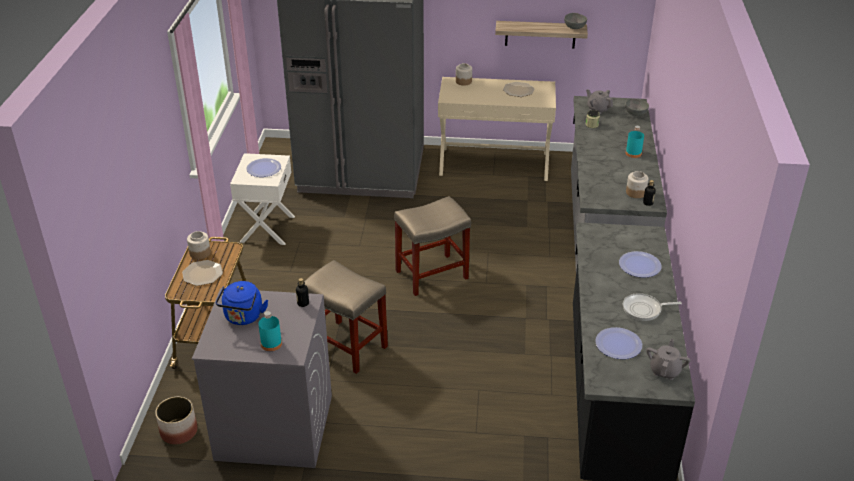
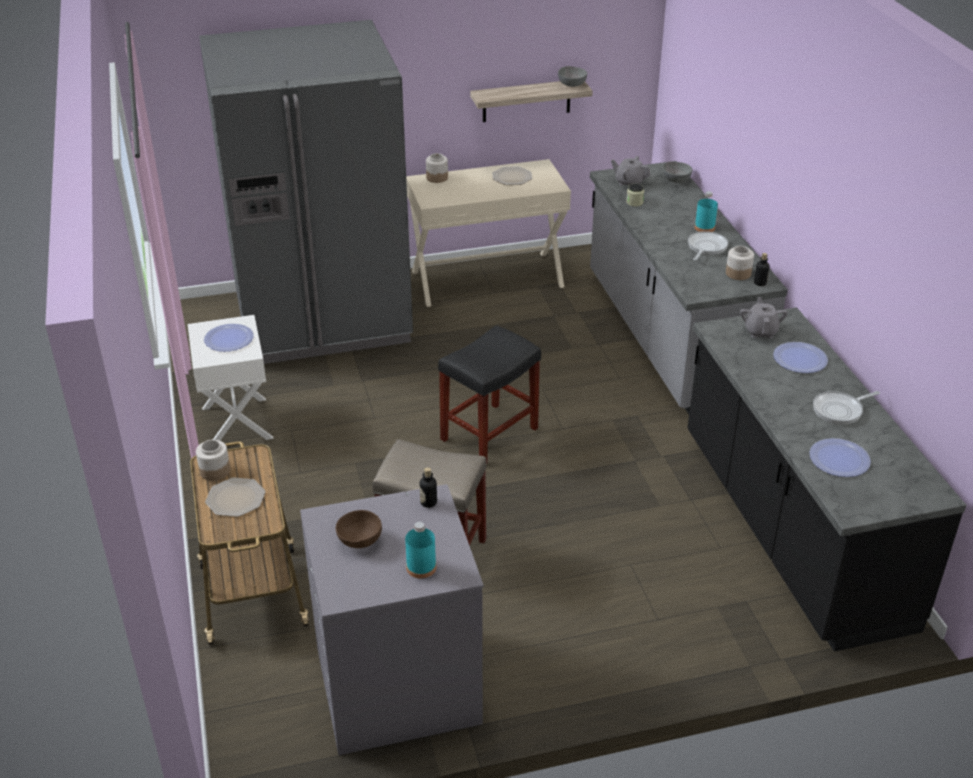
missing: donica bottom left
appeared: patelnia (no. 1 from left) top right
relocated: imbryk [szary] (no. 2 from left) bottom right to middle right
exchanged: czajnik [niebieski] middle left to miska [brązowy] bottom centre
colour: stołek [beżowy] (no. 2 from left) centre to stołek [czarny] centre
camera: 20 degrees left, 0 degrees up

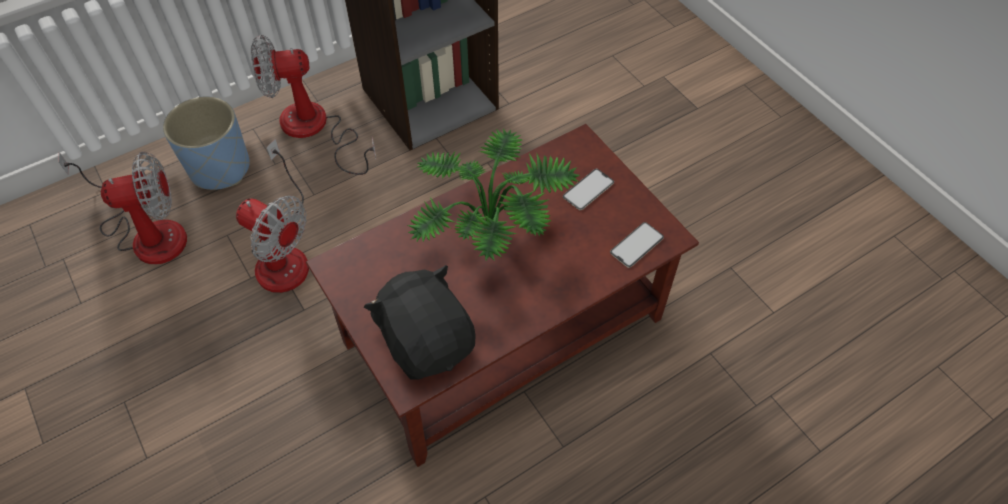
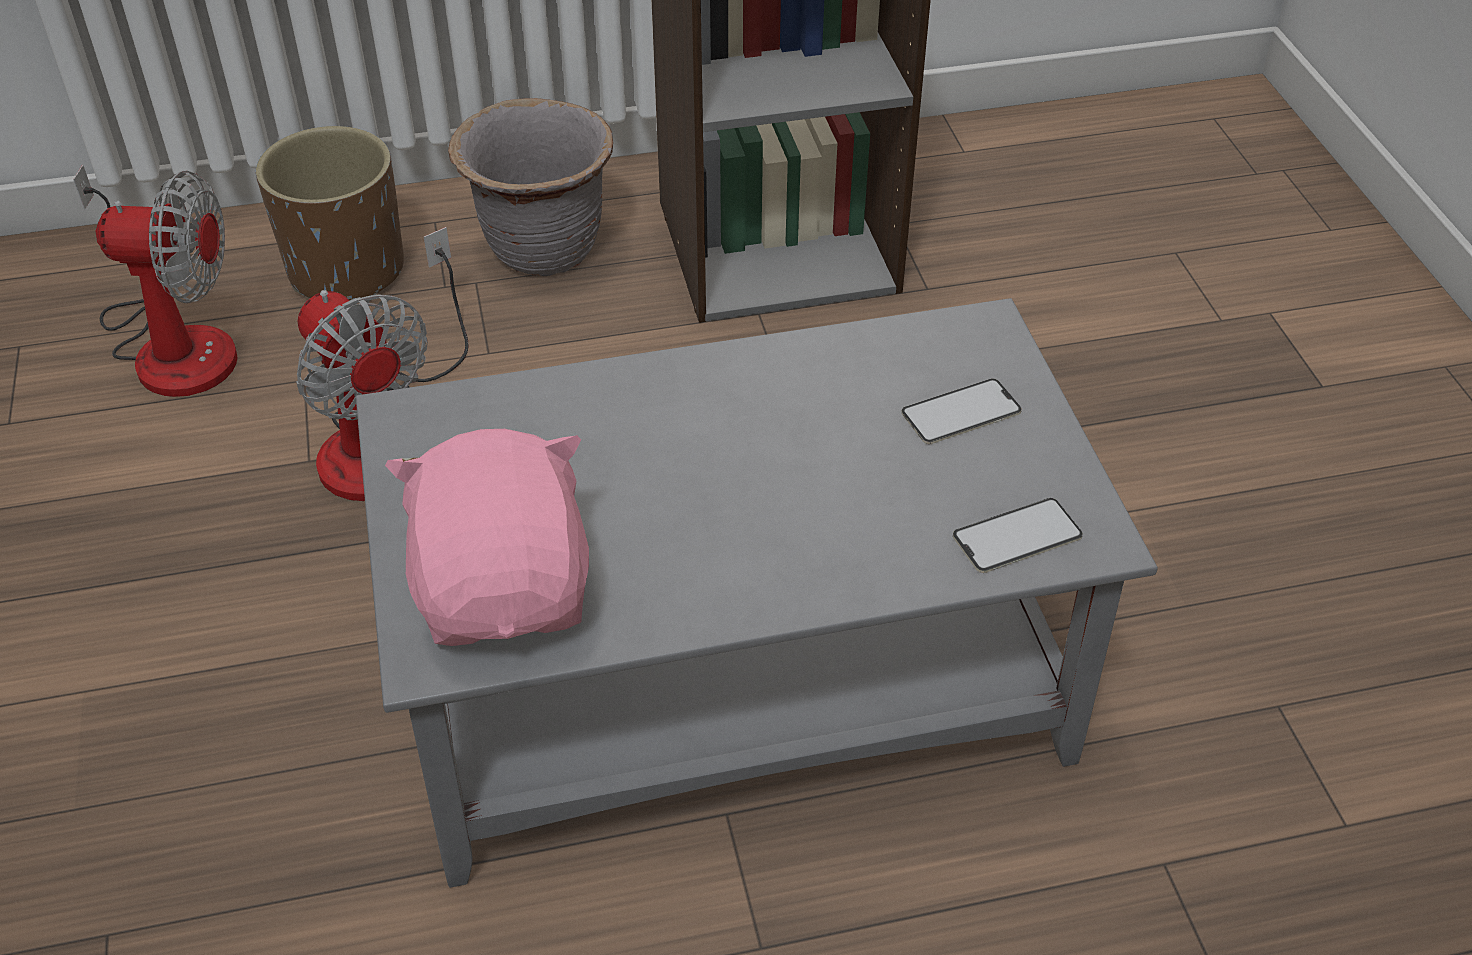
missing: roślina doniczkowa centre
exchanged: wentylator (no. 3 from left) top left to donica [szary] top centre
colour: donica [niebieski] top left to donica [brązowy] top left; ława [brązowy] centre to ława [szary] centre; pluszak [czarny] centre to pluszak [różowy] middle left
camera: 20 degrees right, 10 degrees down

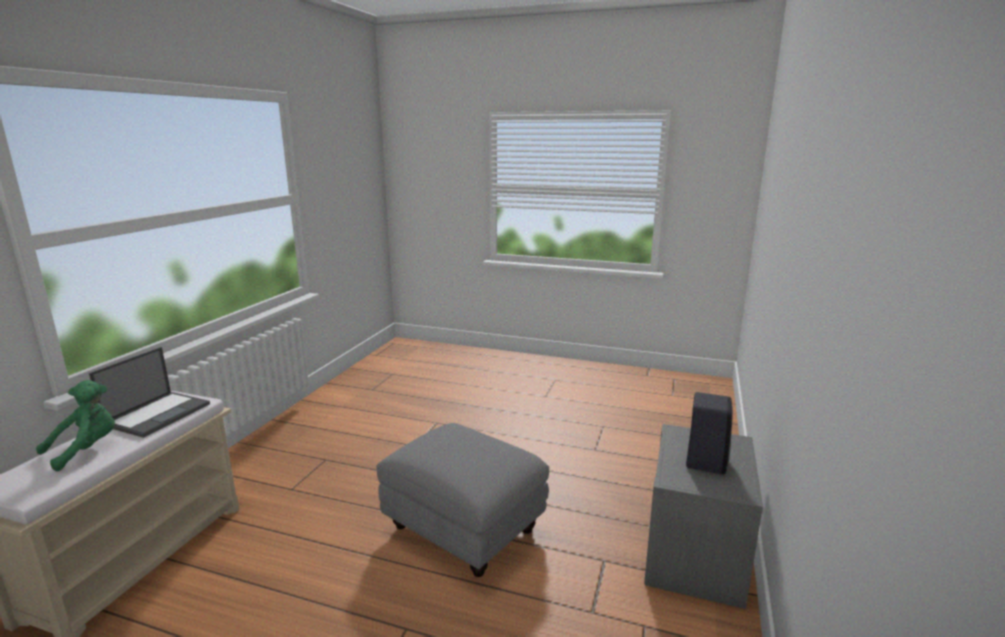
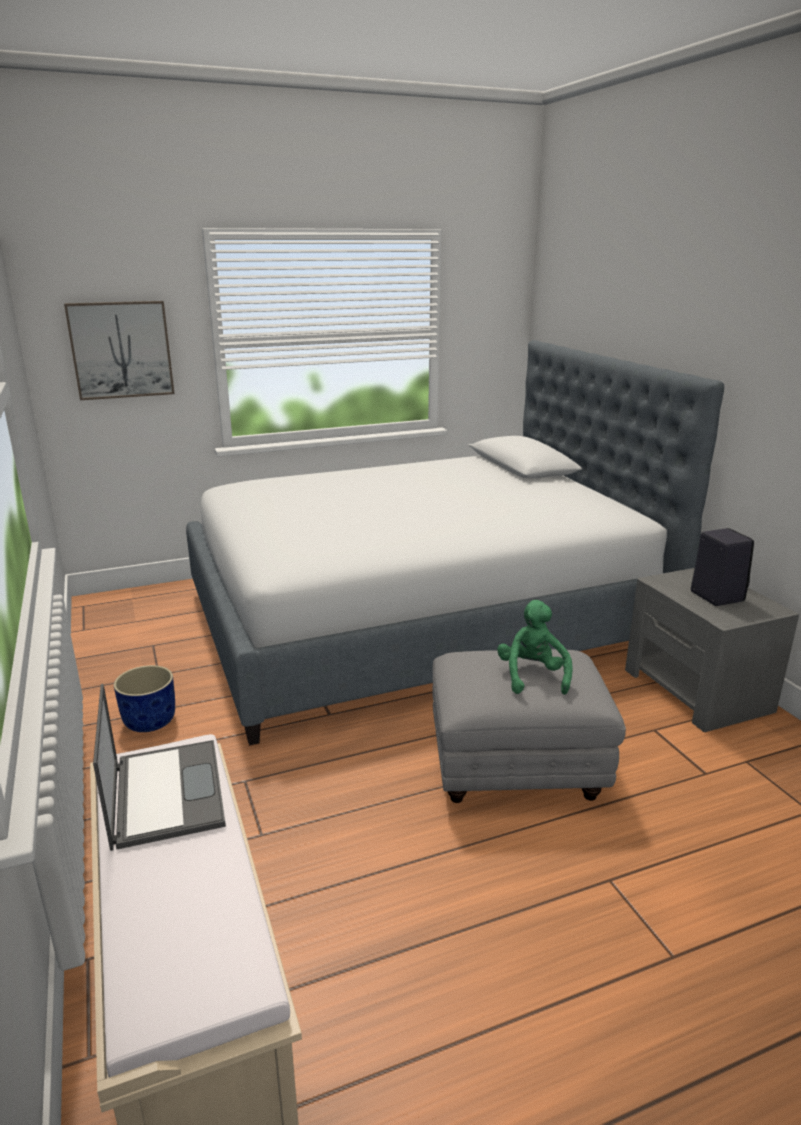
appeared: obraz top left; donica [niebieski] middle left; łóżko centre
relocated: pluszak [zielony] bottom left to middle right
camera: 40 degrees left, 5 degrees up

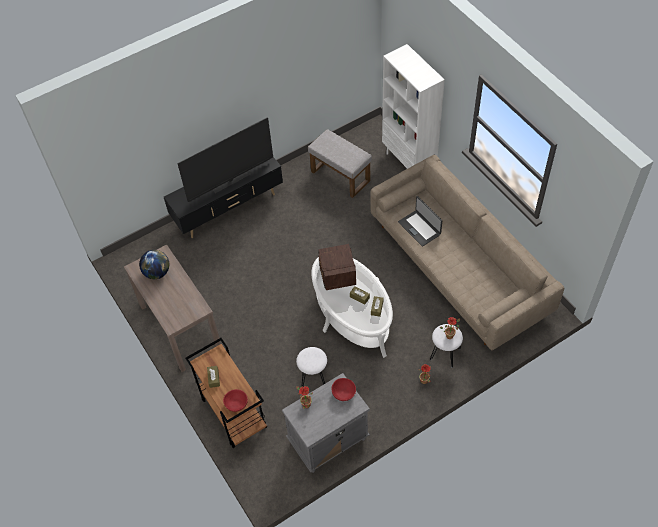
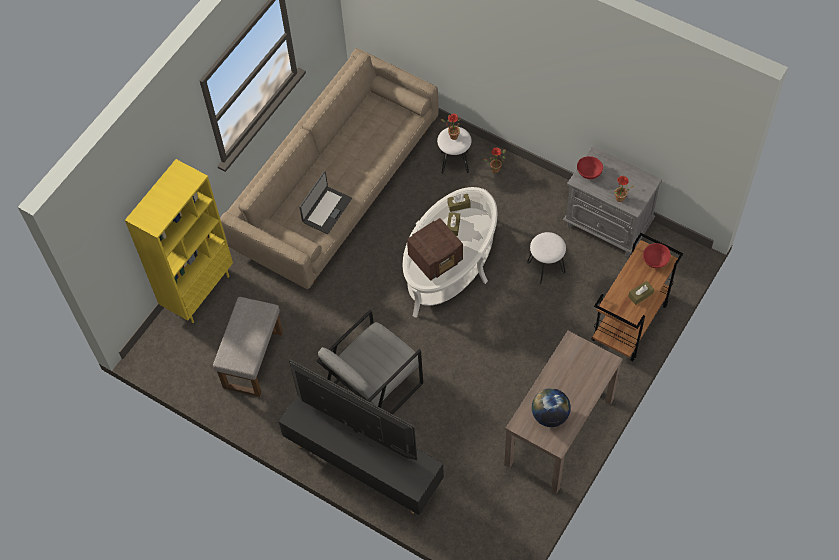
appeared: fotel [szary] centre
colour: regał [biały] top centre to regał [żółty] middle left
camera: 115 degrees left, 5 degrees up

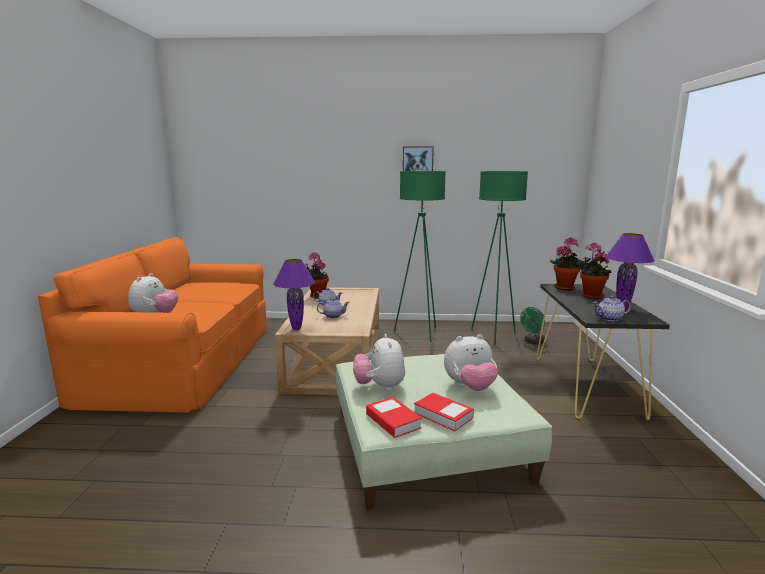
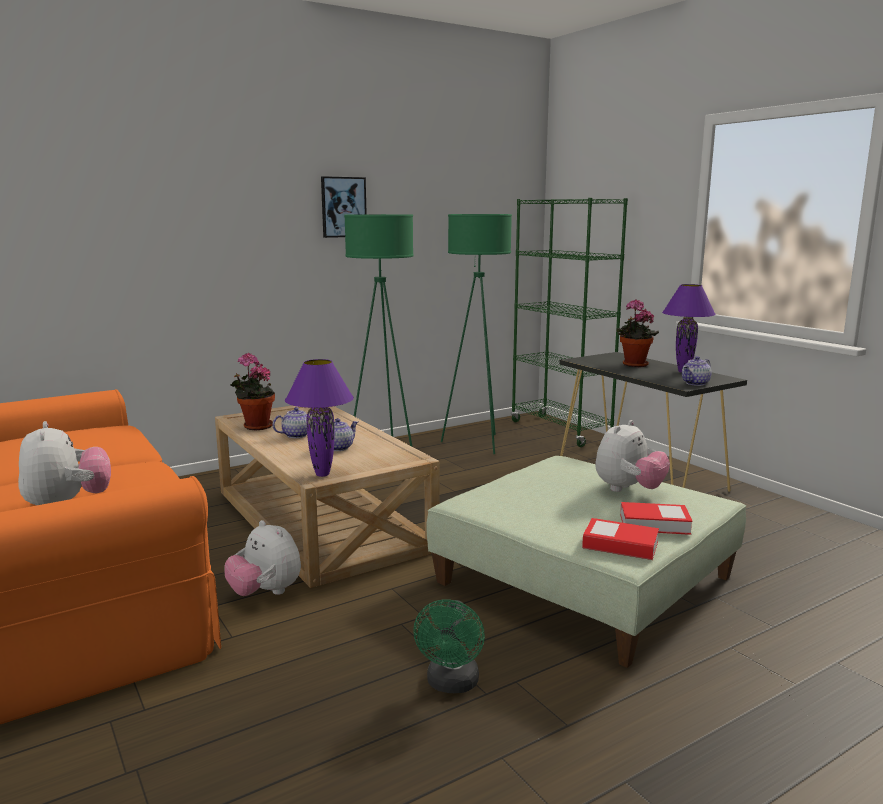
missing: roślina doniczkowa (no. 2 from left) middle right
appeared: regał [zielony] centre
relocated: pluszak (no. 2 from left) centre to bottom left; wentylator [zielony] middle right to bottom centre
camera: 35 degrees left, 0 degrees up

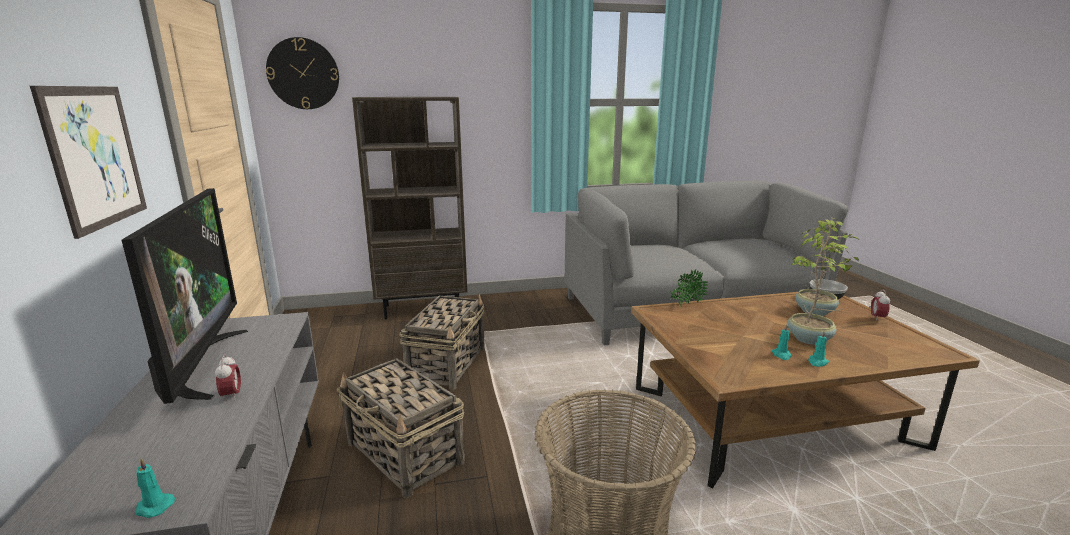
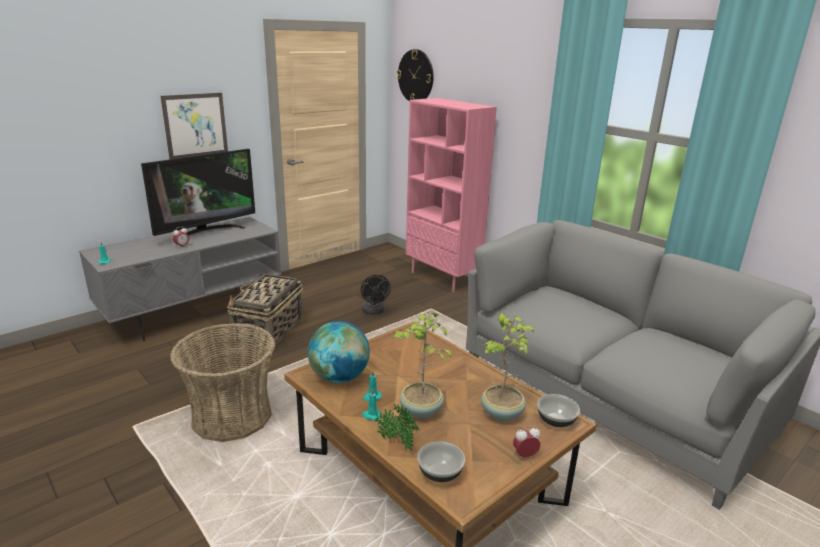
appeared: globus centre; miska (no. 1 from left) bottom centre
relocated: roślina doniczkowa (no. 1 from left) centre to bottom centre
exchanged: koszyk (no. 2 from left) centre to wentylator [czarny] centre
colour: regał [brązowy] centre to regał [różowy] centre
camera: 60 degrees right, 5 degrees up

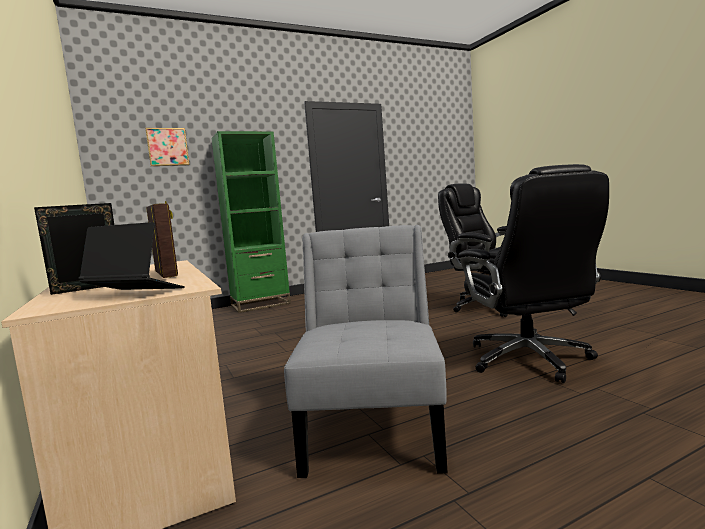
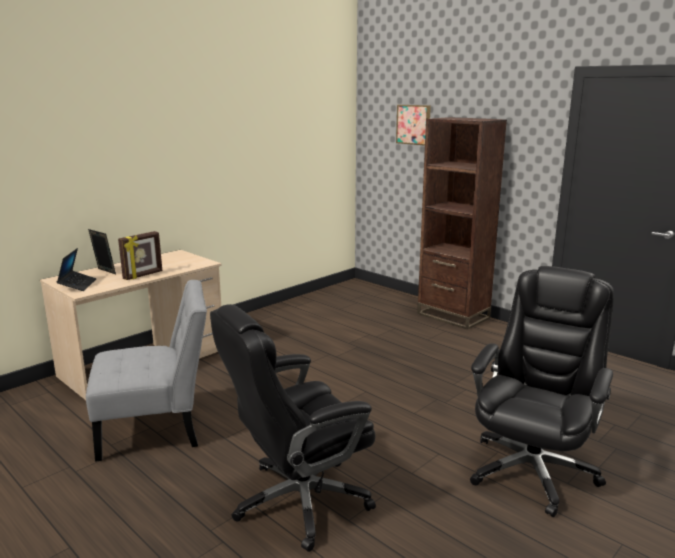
colour: regał [zielony] centre to regał [brązowy] middle right
camera: 70 degrees right, 10 degrees up

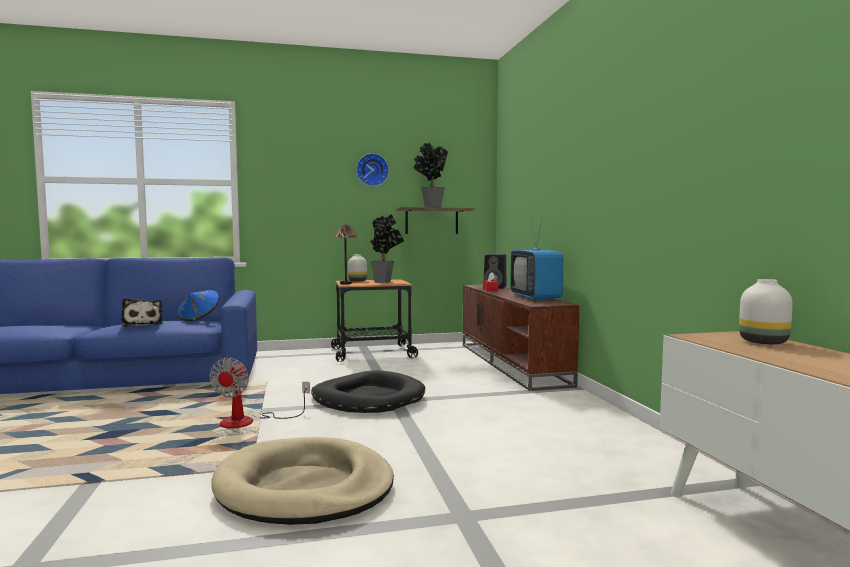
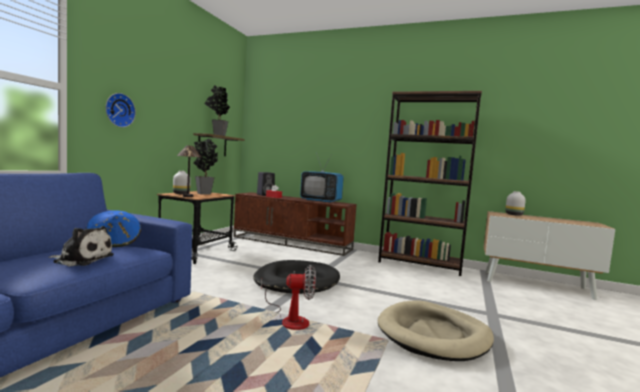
appeared: regał [brązowy] middle right
relocated: zegar ścienny top centre to top left
spun: wentylator bottom left = bottom centre 45 degrees counterclockwise
camera: 55 degrees left, 0 degrees up

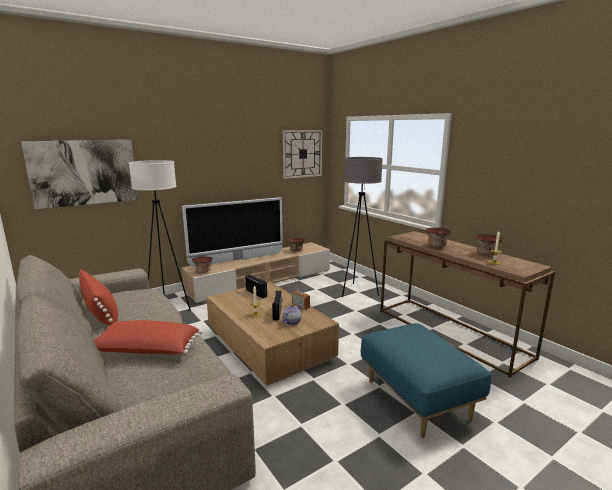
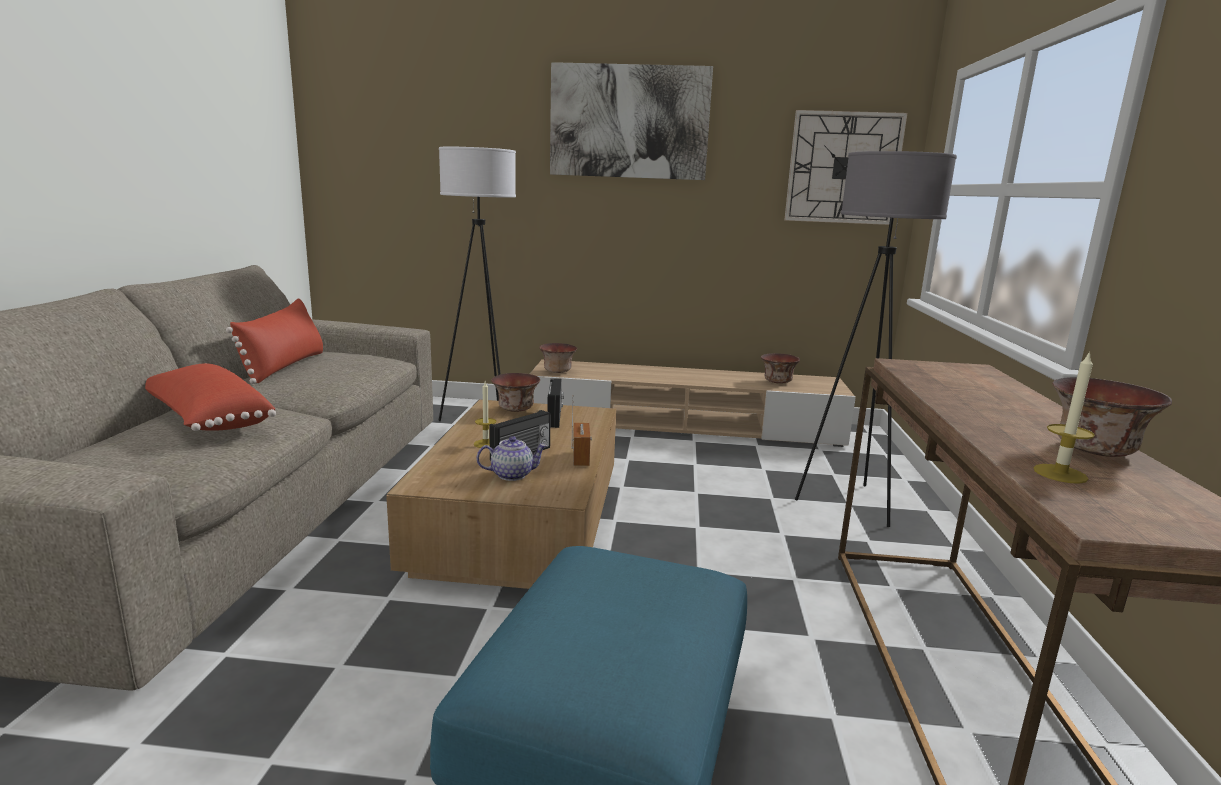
missing: telewizor centre
relocated: obraz middle left to top centre; miska (no. 3 from left in the first image) middle right to miska (no. 1 from left) centre
camera: 40 degrees right, 0 degrees up

